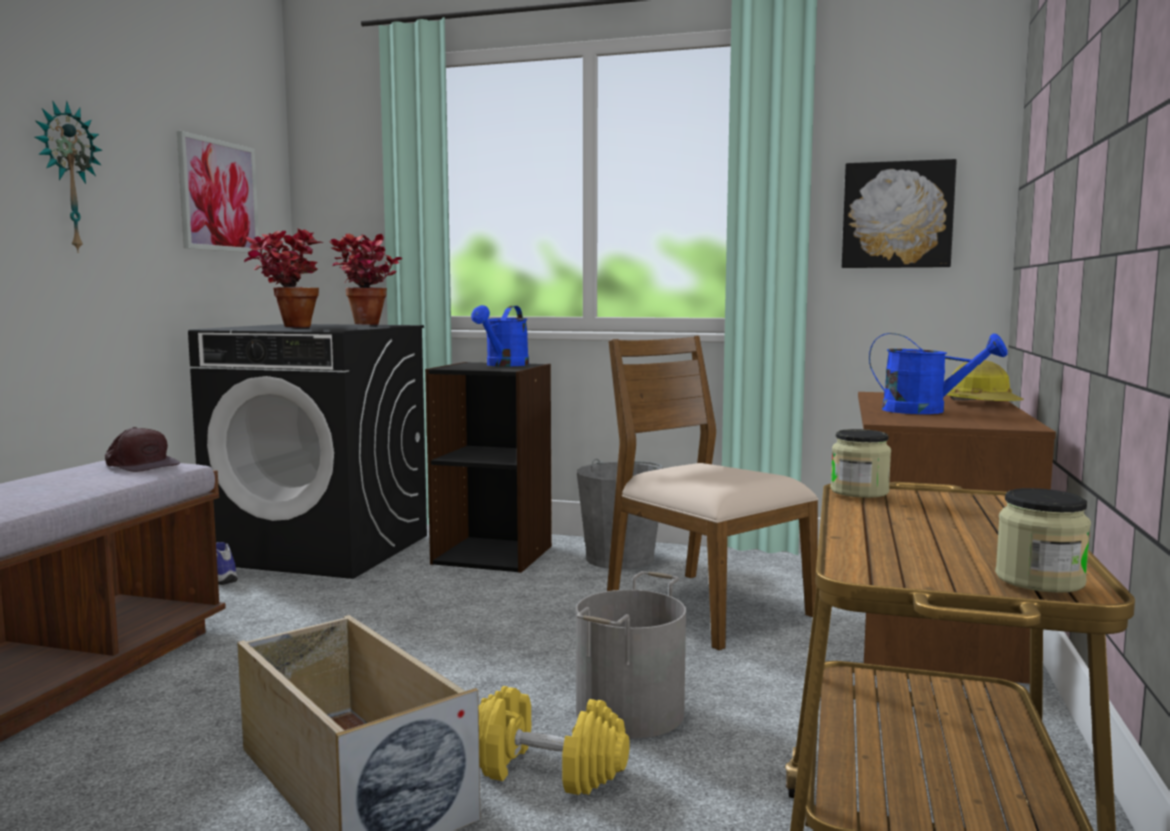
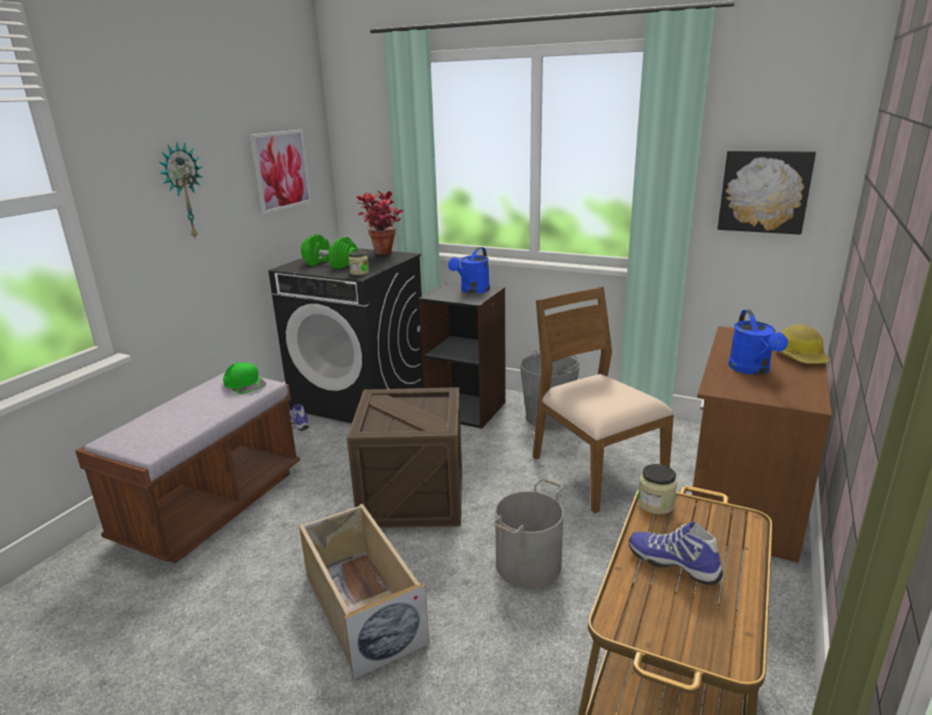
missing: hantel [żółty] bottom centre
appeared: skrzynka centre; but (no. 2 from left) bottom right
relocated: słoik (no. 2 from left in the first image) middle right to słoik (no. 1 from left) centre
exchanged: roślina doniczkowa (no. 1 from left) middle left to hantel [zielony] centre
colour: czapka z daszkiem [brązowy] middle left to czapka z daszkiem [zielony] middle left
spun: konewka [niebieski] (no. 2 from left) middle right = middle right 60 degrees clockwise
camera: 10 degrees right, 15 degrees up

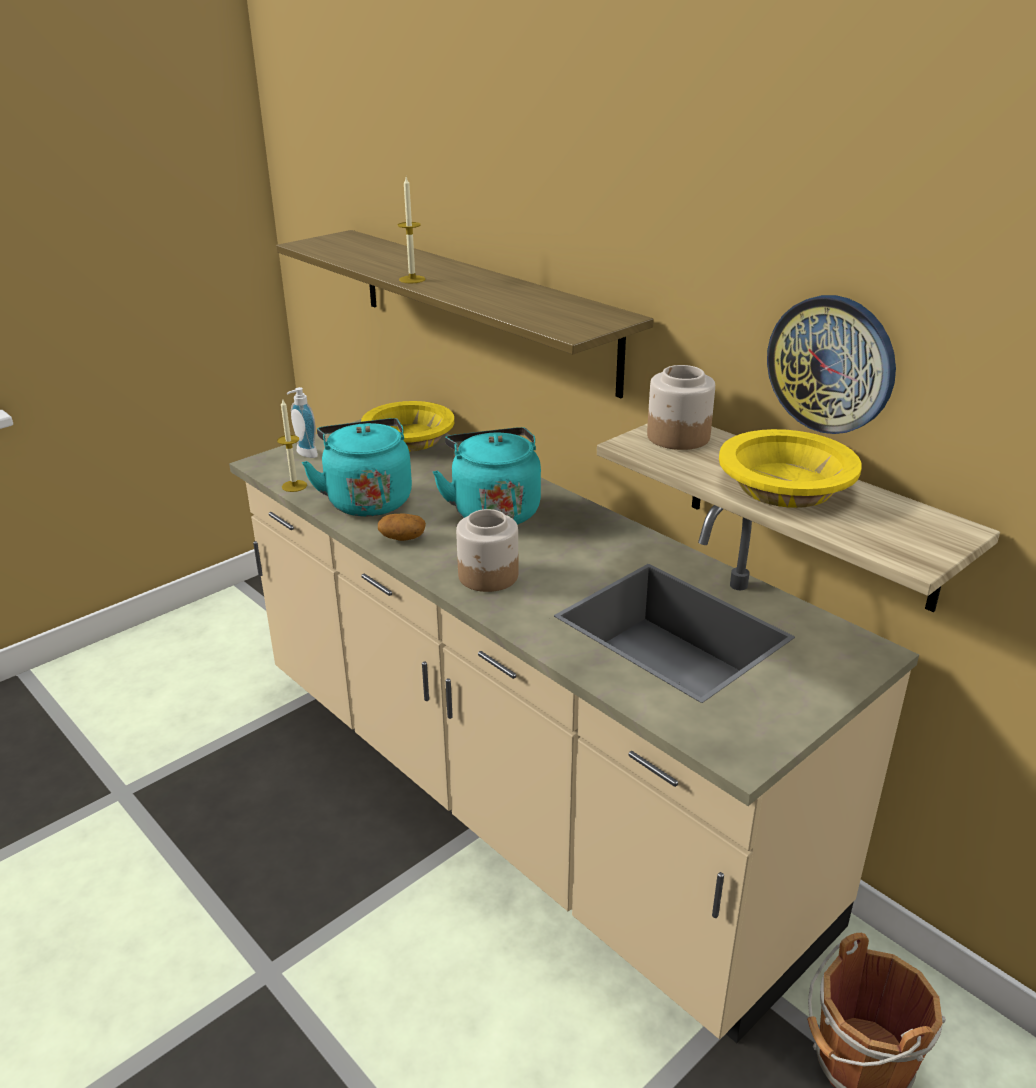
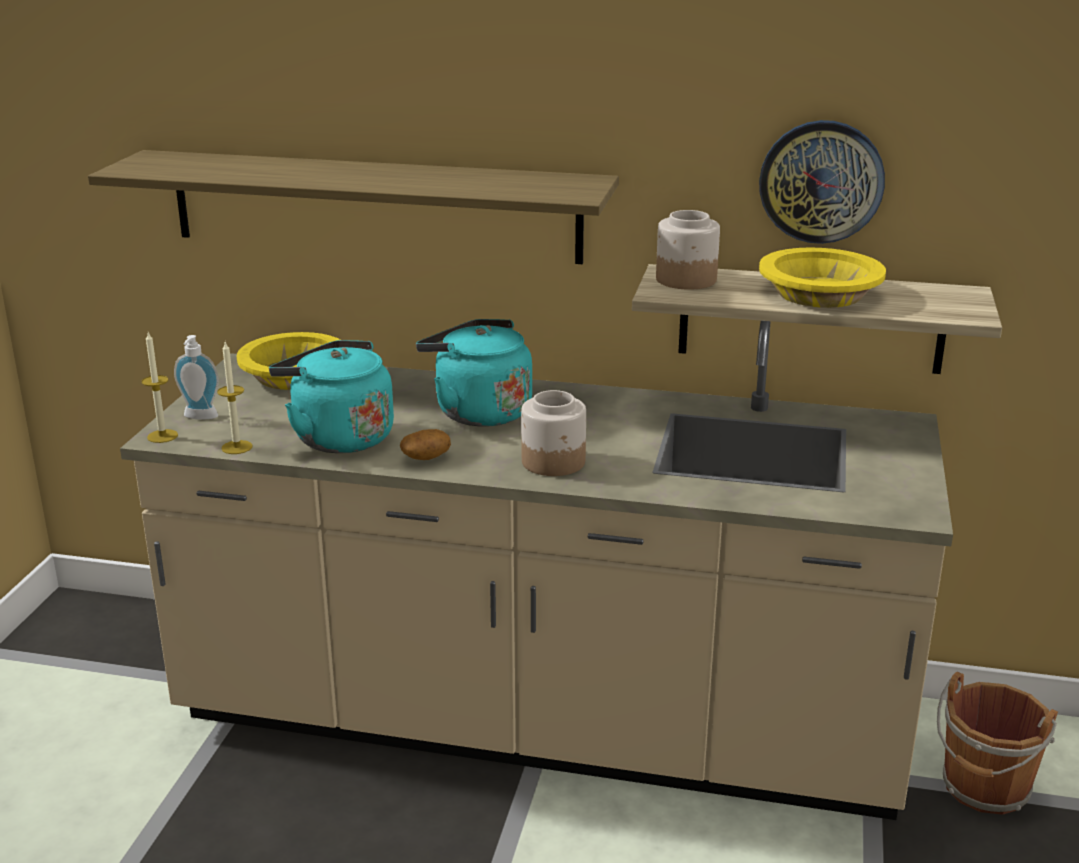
relocated: świeca (no. 2 from left in the first image) top centre to świeca (no. 1 from left) middle left
camera: 35 degrees left, 5 degrees down

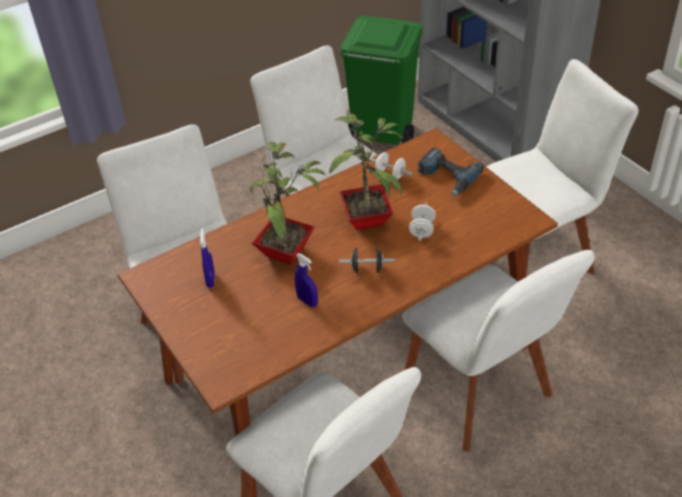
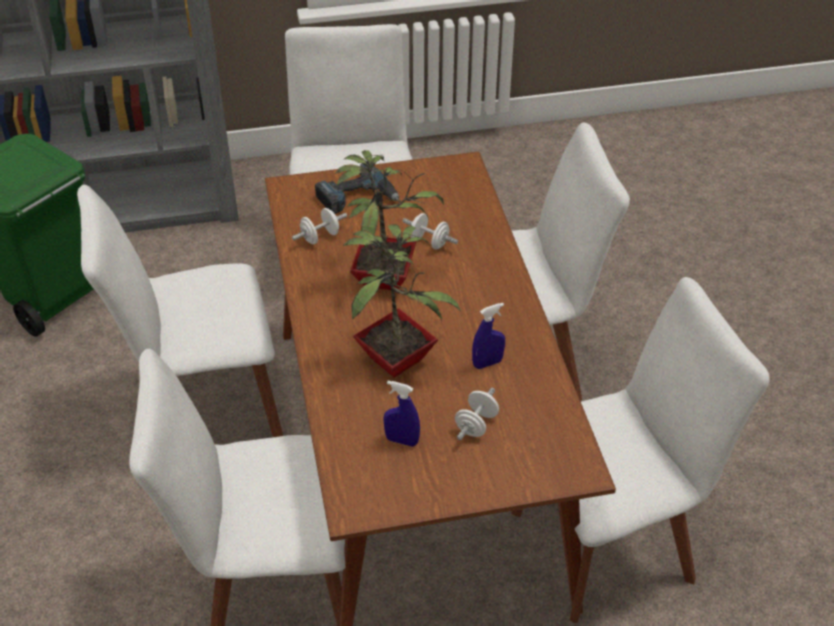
missing: hantel [czarny] centre
appeared: hantel [biały] (no. 3 from left) centre
camera: 70 degrees left, 0 degrees up

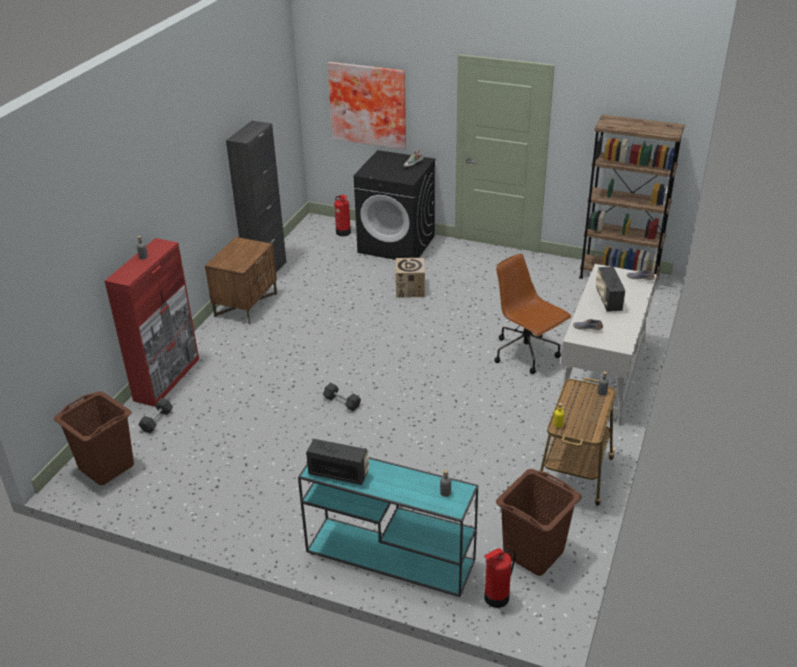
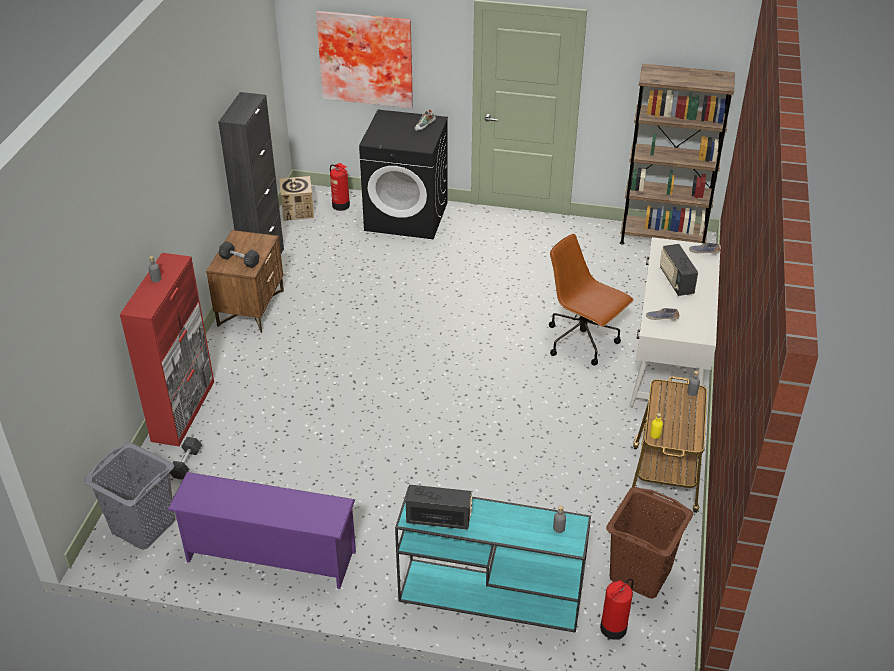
appeared: regał na buty [fioletowy] bottom left
relocated: hantel [szary] (no. 2 from left) centre to middle left; karton centre to top left
colour: kosz na pranie [brązowy] (no. 1 from left) middle left to kosz na pranie [szary] bottom left
camera: 10 degrees left, 5 degrees up

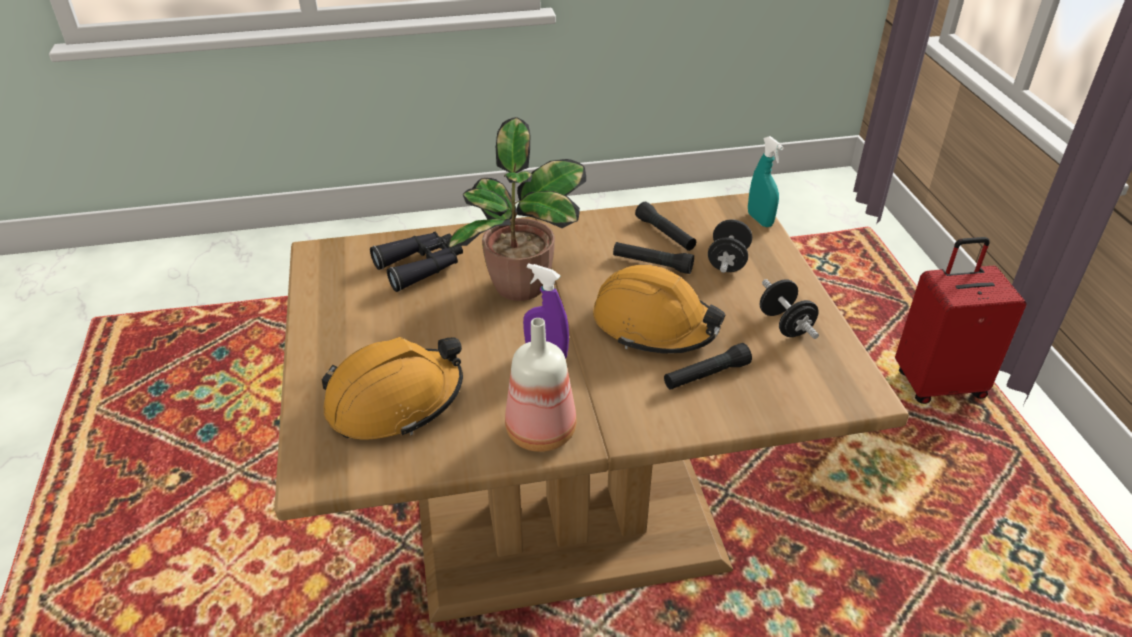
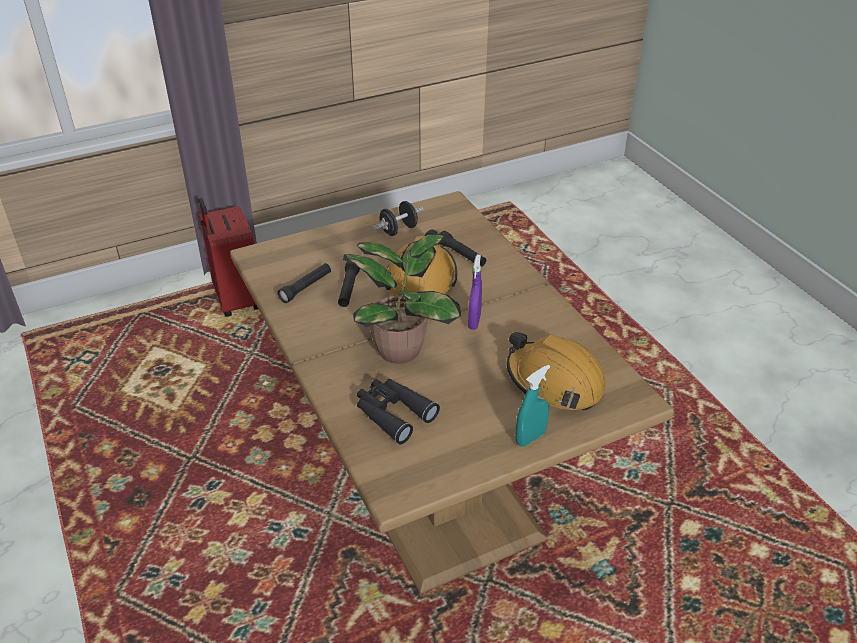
missing: butelka centre; hantel [czarny] (no. 1 from left) centre
relocated: spryskiwacz [turkusowy] top right to centre
camera: 105 degrees left, 0 degrees up

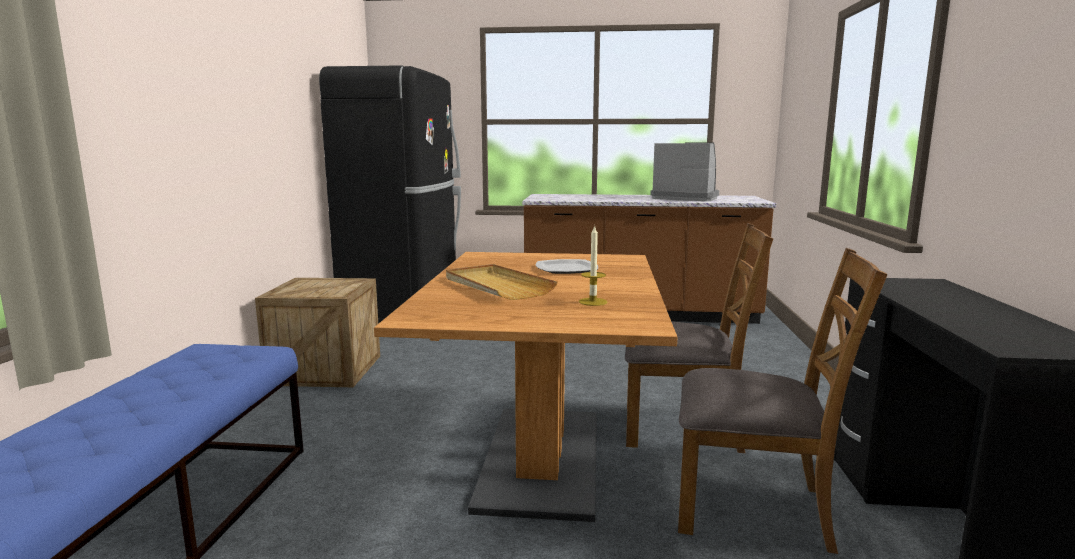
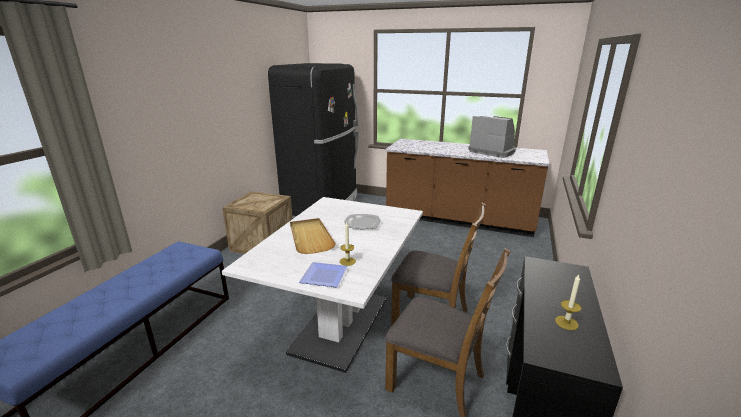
appeared: talerz (no. 1 from left) centre; świeca (no. 2 from left) bottom right
colour: stół jadalny [brązowy] bottom centre to stół jadalny [biały] bottom centre
camera: 15 degrees right, 10 degrees up

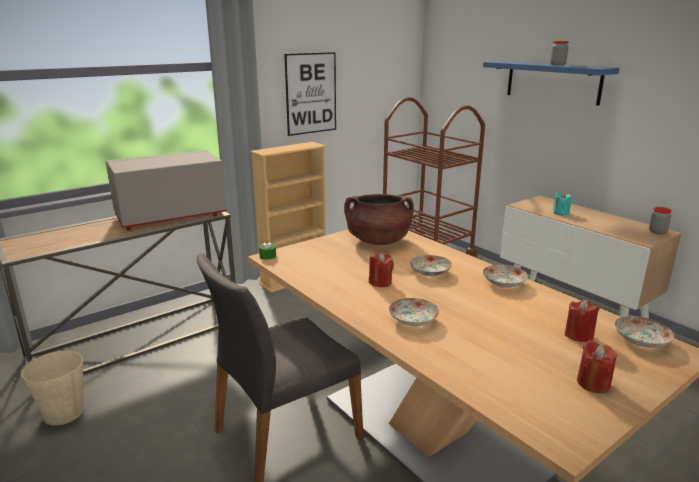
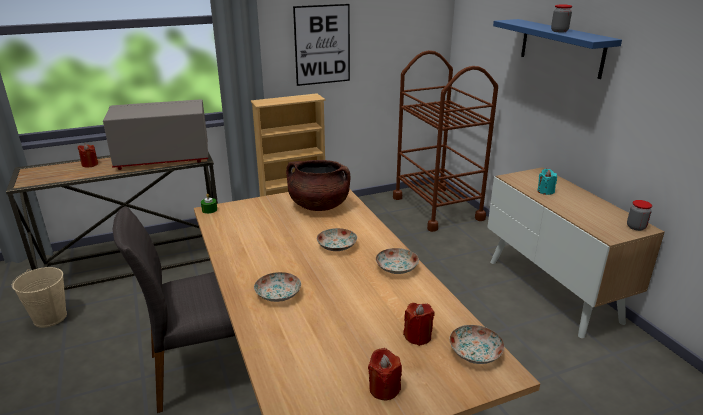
relocated: świeca [czerwony] (no. 1 from left) centre to middle left
camera: 15 degrees right, 5 degrees up

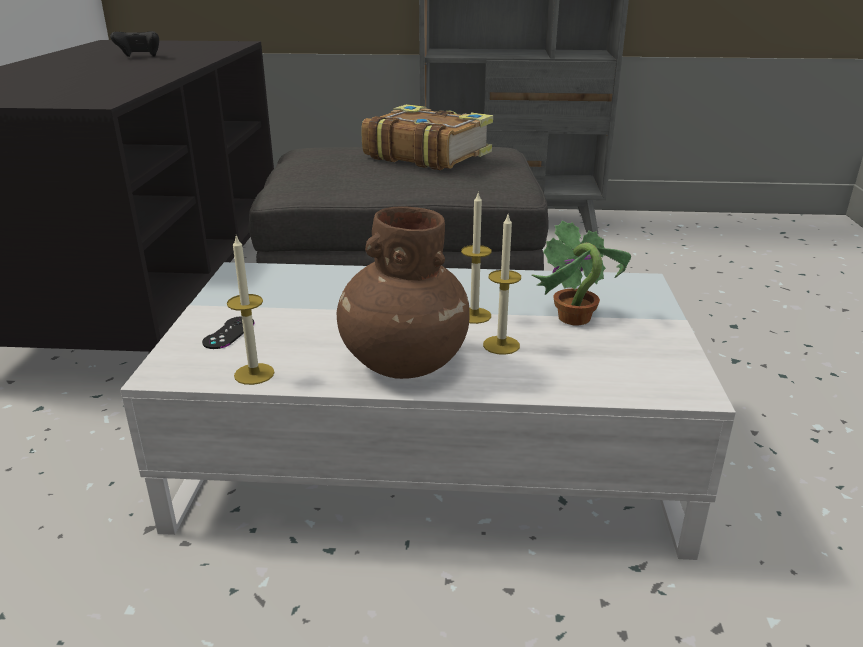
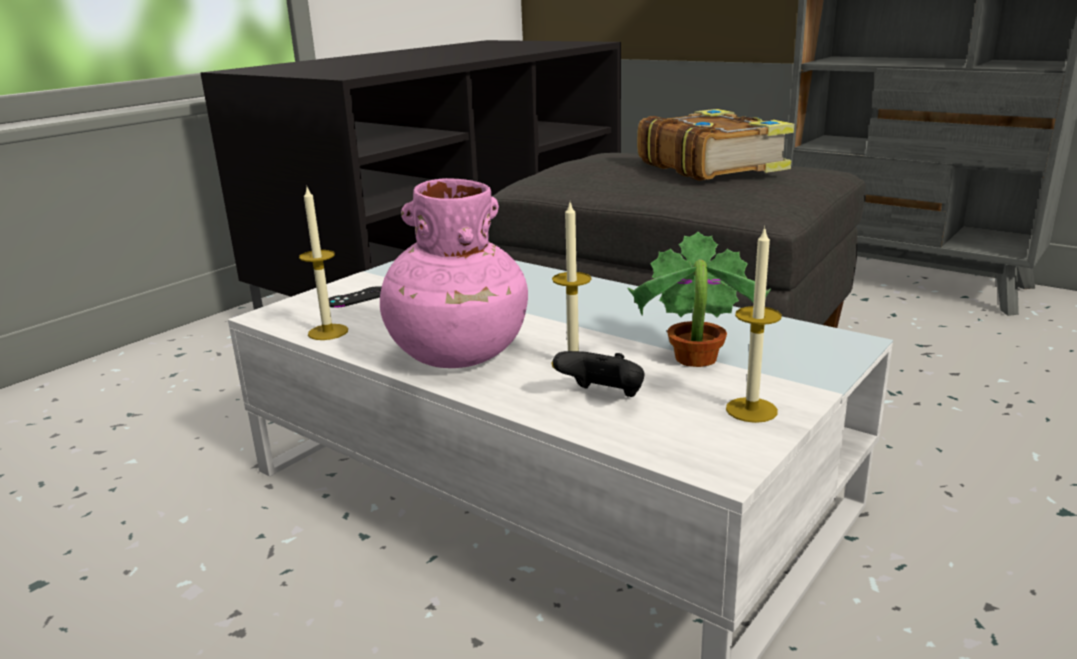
relocated: pad do gier [czarny] (no. 1 from left in the first image) top left to pad do gier [czarny] (no. 2 from left) centre; świeca (no. 2 from left in the first image) centre to świeca (no. 3 from left) middle right
colour: wazon [brązowy] centre to wazon [różowy] centre
camera: 35 degrees right, 5 degrees down

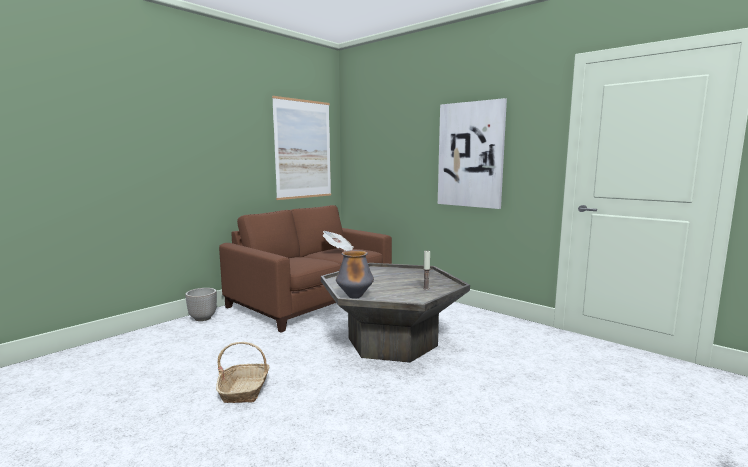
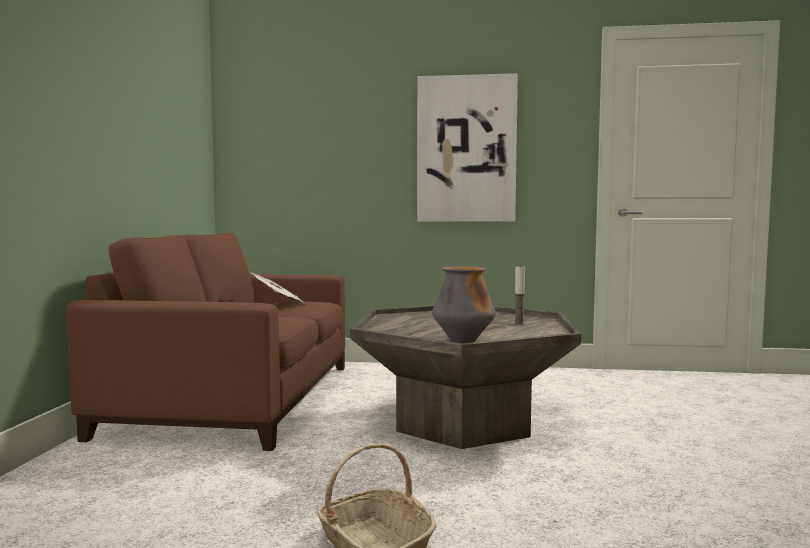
missing: donica middle left; obraz (no. 1 from left) top centre
camera: 35 degrees left, 5 degrees down

